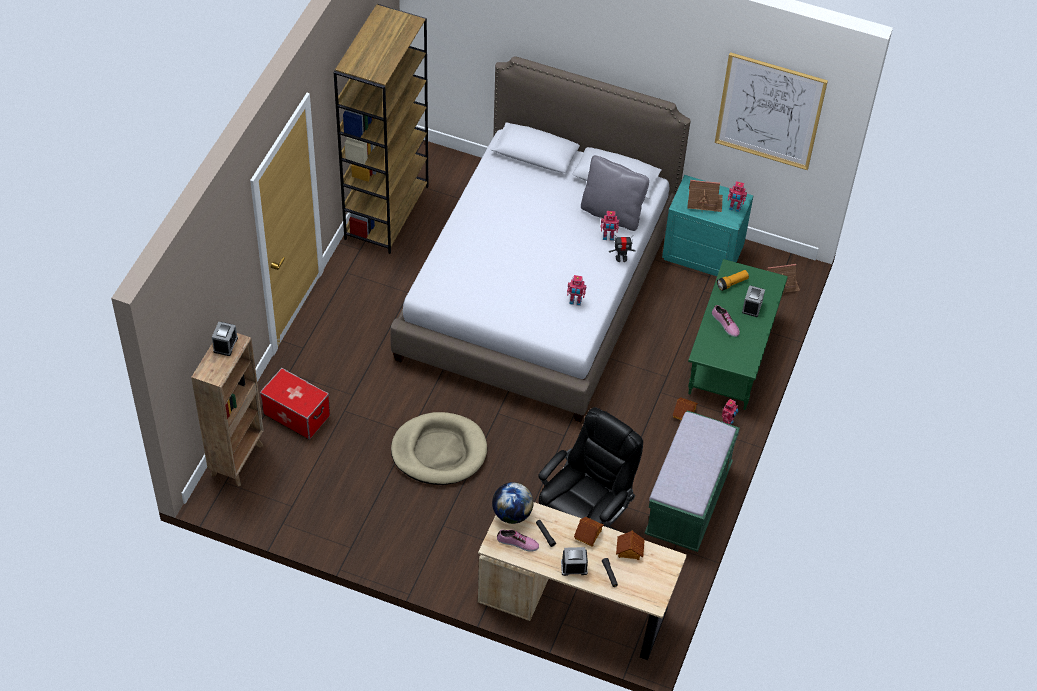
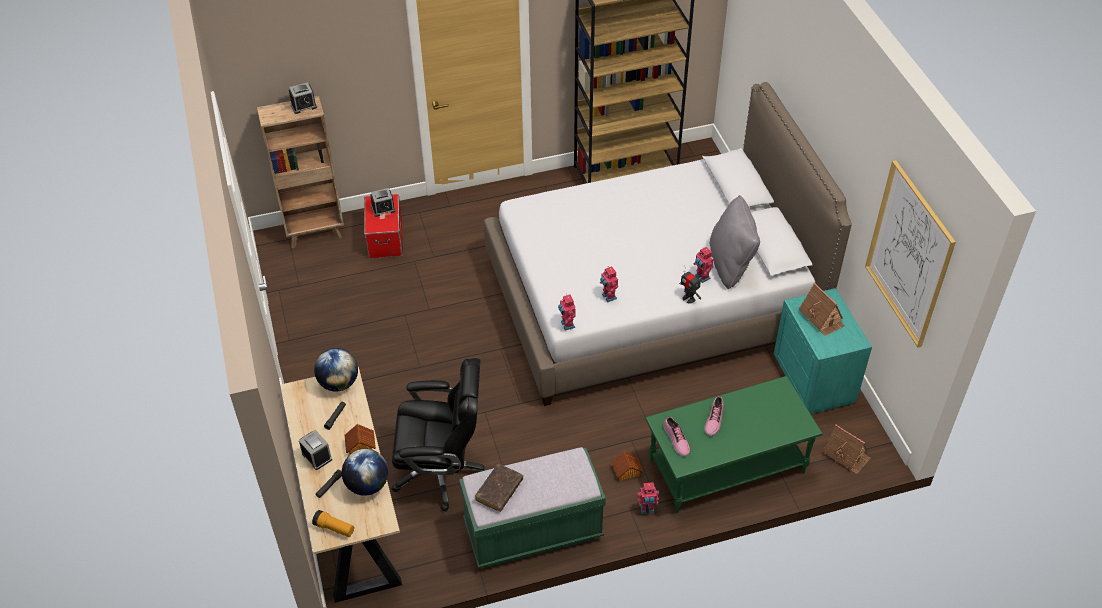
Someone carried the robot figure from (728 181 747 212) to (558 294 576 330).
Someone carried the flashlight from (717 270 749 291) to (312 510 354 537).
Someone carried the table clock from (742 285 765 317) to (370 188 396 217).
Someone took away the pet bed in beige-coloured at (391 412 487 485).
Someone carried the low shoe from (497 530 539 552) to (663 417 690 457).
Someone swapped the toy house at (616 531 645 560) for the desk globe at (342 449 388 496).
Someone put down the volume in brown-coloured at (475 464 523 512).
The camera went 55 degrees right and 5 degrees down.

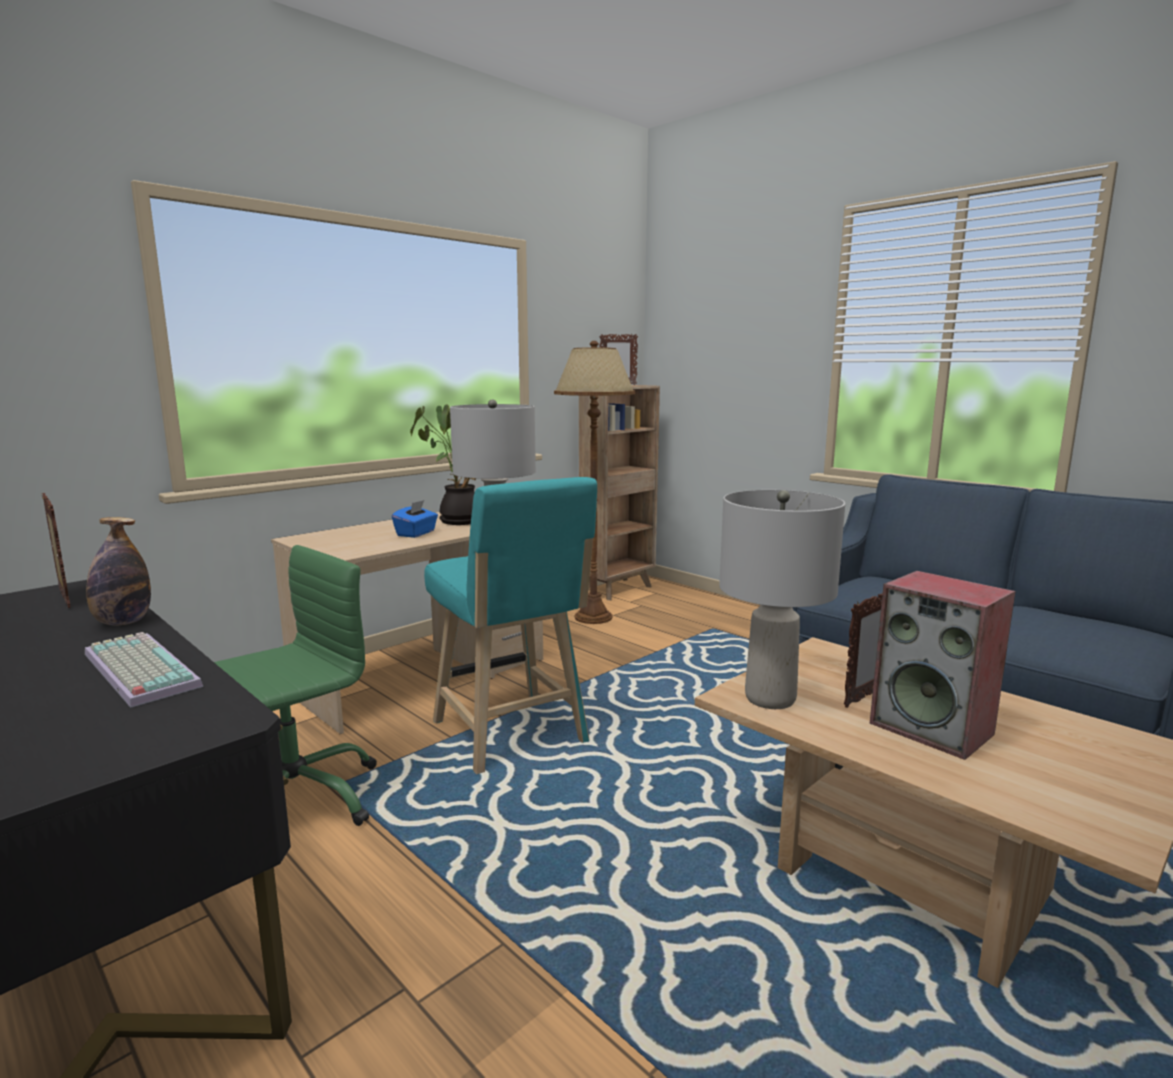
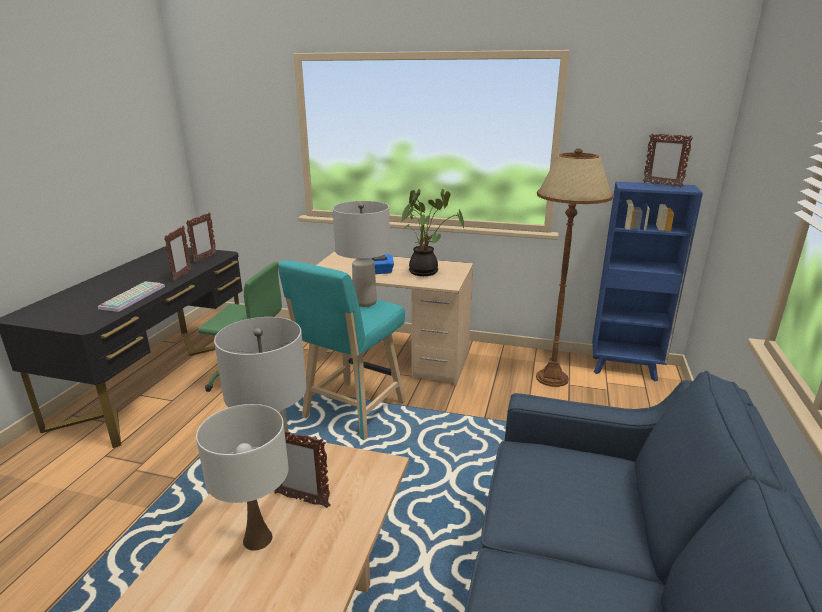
Someone repainted the shelving unit in brown-coloured at (579 385 660 600), which became the shelving unit in blue-coloured at (592 182 703 381).
Someone swapped the drink bottle at (86 517 151 625) for the photo frame at (164 226 191 282).
Someone swapped the loudspeaker at (870 571 1016 760) for the table lamp in white-coloured at (196 404 289 551).
The camera went 60 degrees right and 10 degrees up.

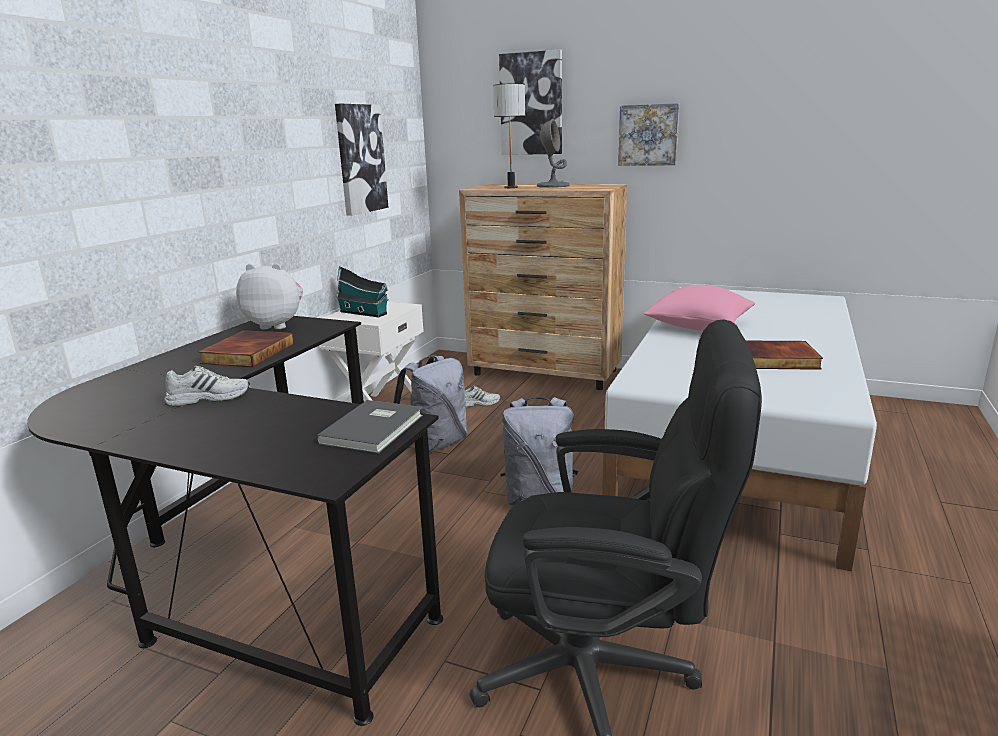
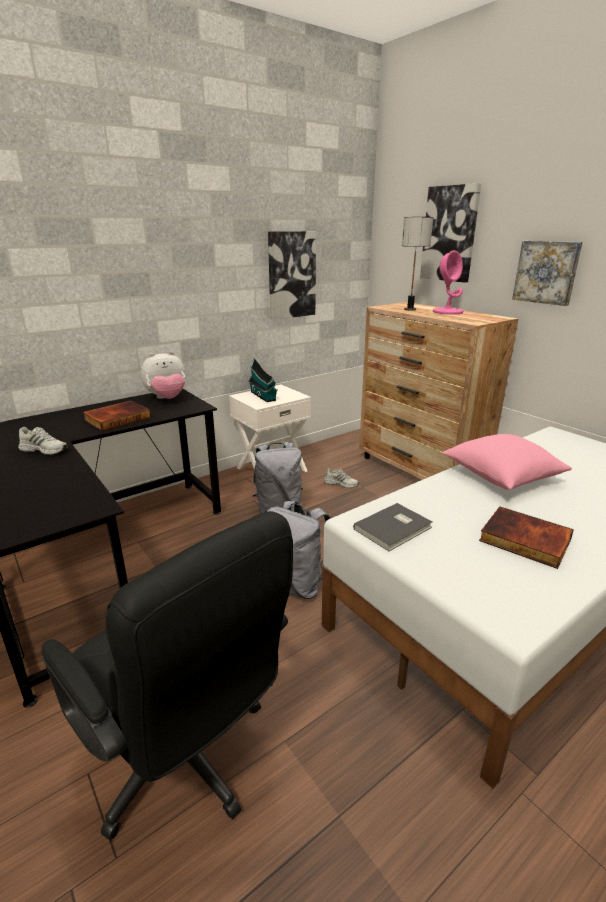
Someone repainted the table lamp in greyish at (537 119 570 188), which became the table lamp in pink at (433 250 463 315).
Someone rotated the cuddly toy at (236 263 303 329) by 120 degrees clockwise.
Someone carried the volume in greyish from (317 400 423 454) to (353 503 432 551).
The camera went 30 degrees right and 5 degrees up.

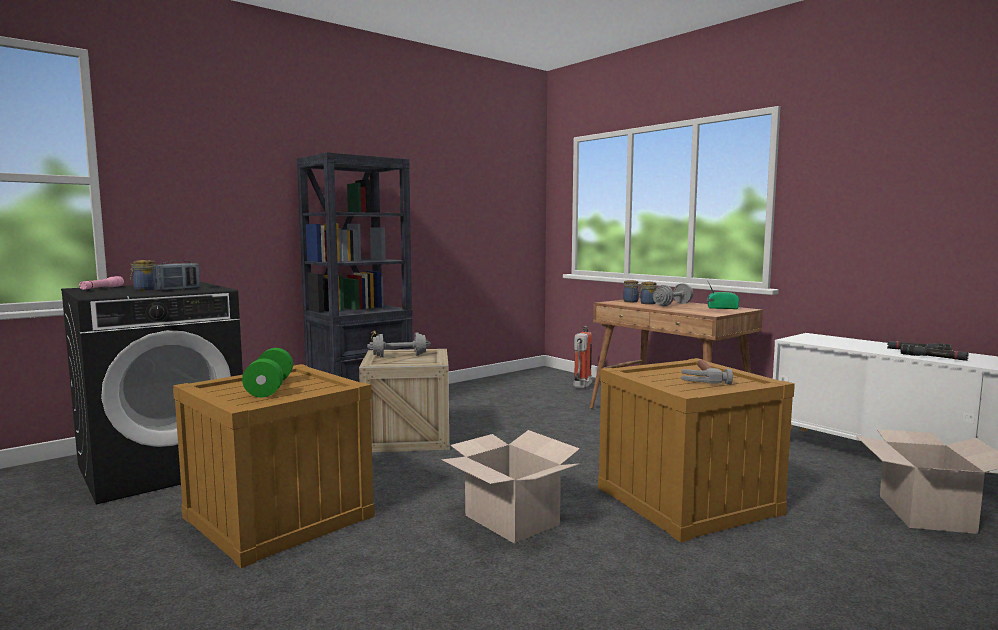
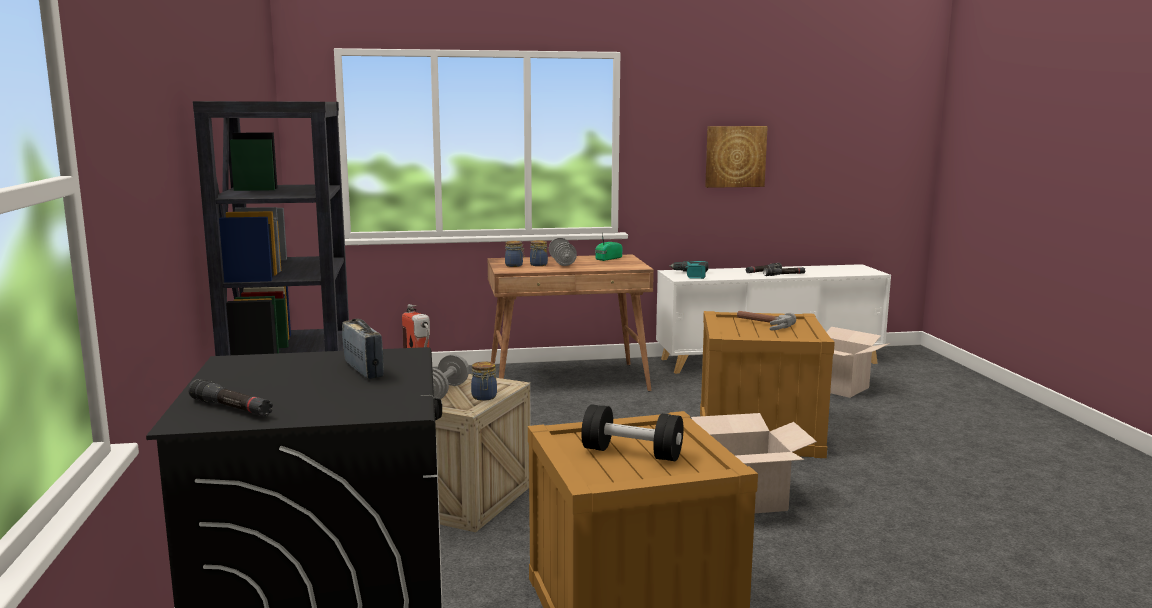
Someone carried the preserve jar from (130 260 155 290) to (471 361 497 401).
Someone repainted the flashlight in pink at (79 276 124 290), which became the flashlight in black-coloured at (188 379 273 416).
Someone repainted the hand weight in green at (242 348 293 397), which became the hand weight in black-coloured at (581 404 683 461).
Someone put up the wall picture at (705 126 768 188).
Someone put down the electric drill at (669 261 709 279).
The camera went 60 degrees left and 5 degrees up.

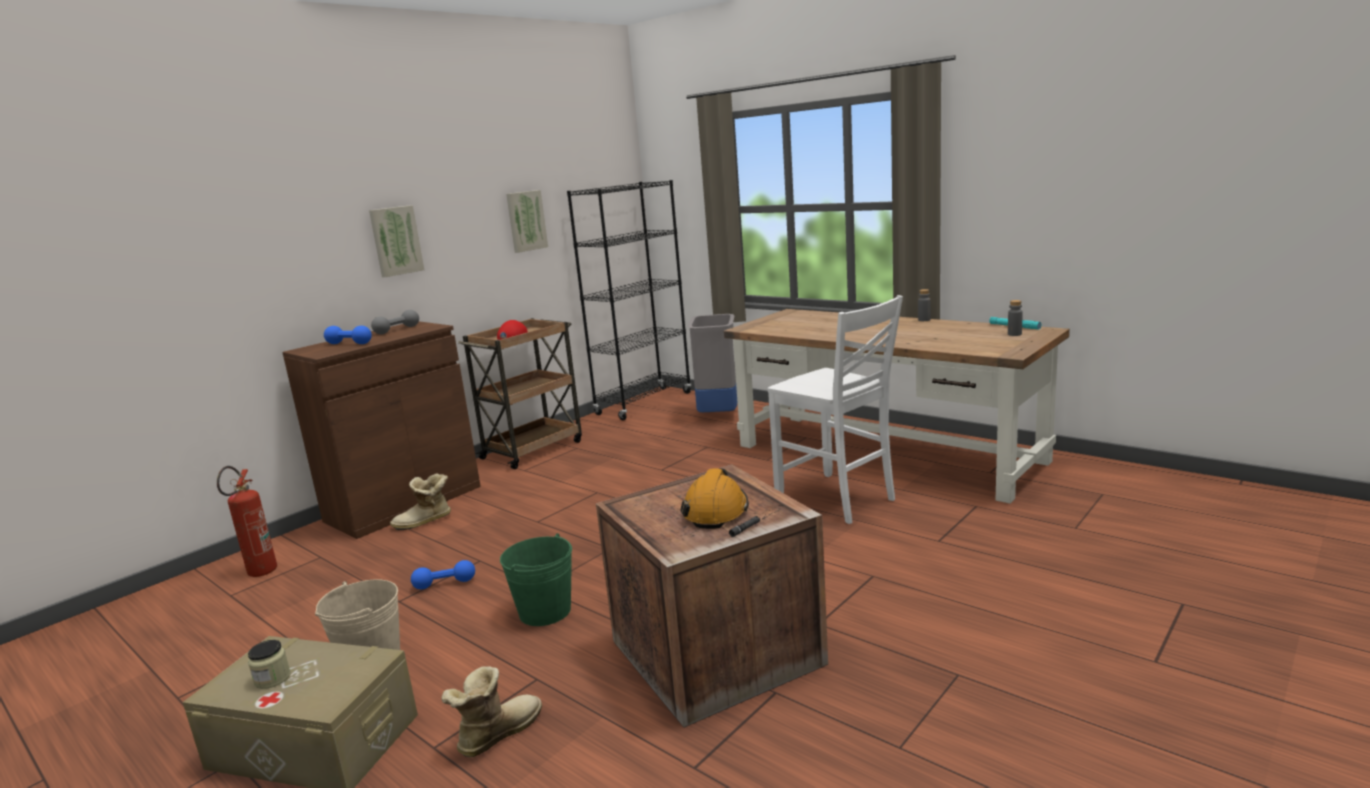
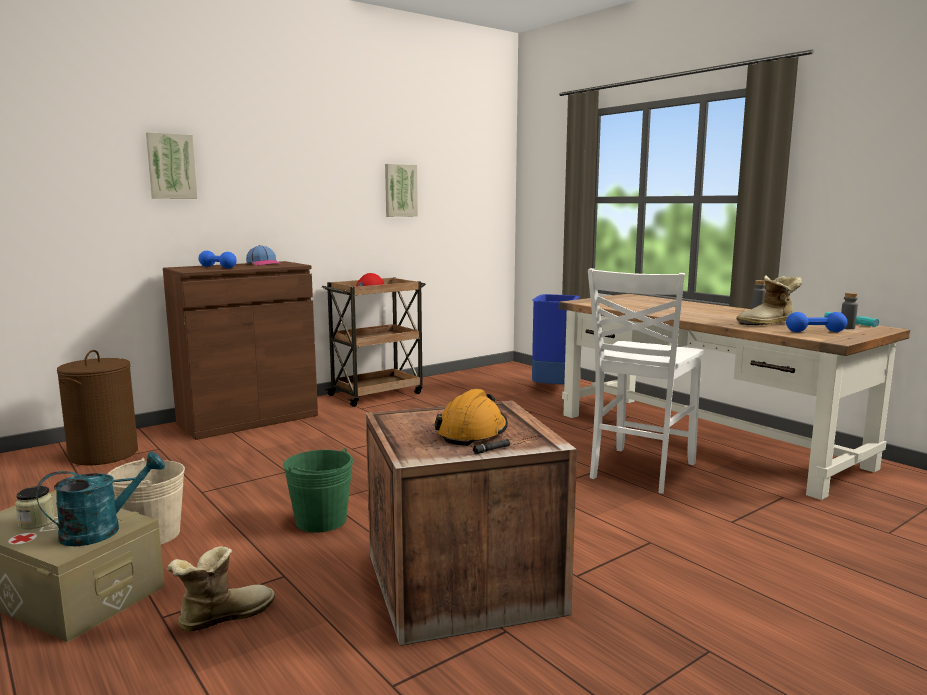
Someone took away the shelving unit in black-coloured at (567 180 691 420).
Someone carried the wall picture from (369 205 424 277) to (146 132 197 199).
Someone rotated the upright chair in white-coloured at (768 295 903 524) by 60 degrees clockwise.
Someone swapped the hand weight in greyish at (371 310 419 334) for the baseball cap at (246 245 281 266).
Someone repainted the waste bin in greyish at (688 314 737 412), which became the waste bin in blue-coloured at (532 294 580 385).
Someone swapped the extinguisher at (217 466 277 577) for the hamper in brown-coloured at (57 350 138 465).
Someone carried the boot from (390 473 451 530) to (736 275 802 325).
Someone carried the hand weight in blue-coloured from (411 560 475 589) to (786 312 848 332).
Someone put down the sprinkling can in blue-green at (36 452 165 546).
The camera went 10 degrees right and 5 degrees down.

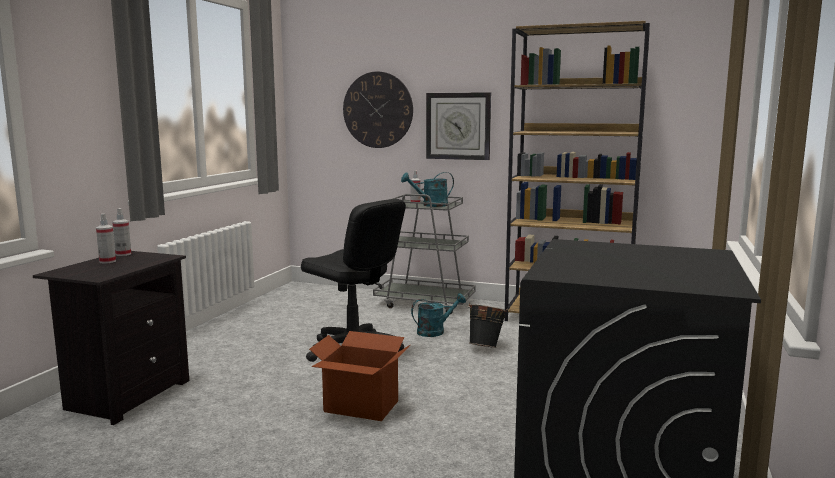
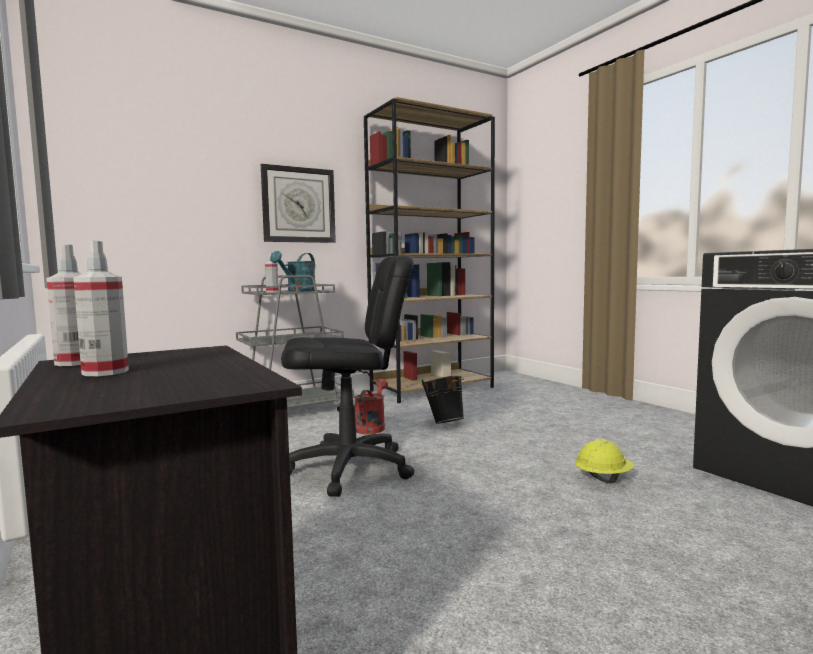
Someone took away the clock on the wall at (343 71 413 148).
Someone repainted the sprinkling can in blue-green at (411 293 466 337), which became the sprinkling can in reddish at (354 379 388 434).
Someone took away the packing box at (309 331 410 421).
Someone put down the safety helmet in yellowish at (575 439 634 483).
The camera went 50 degrees left and 5 degrees down.

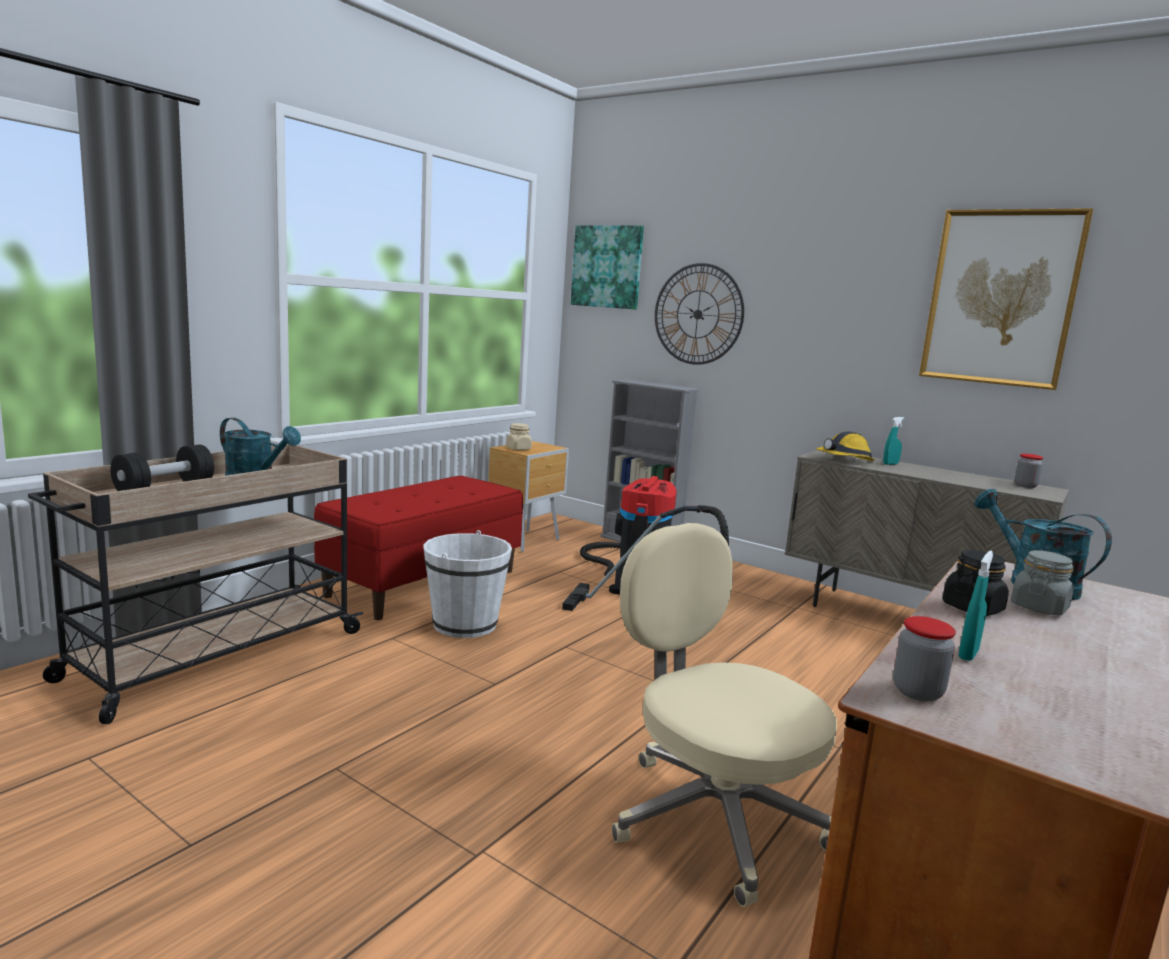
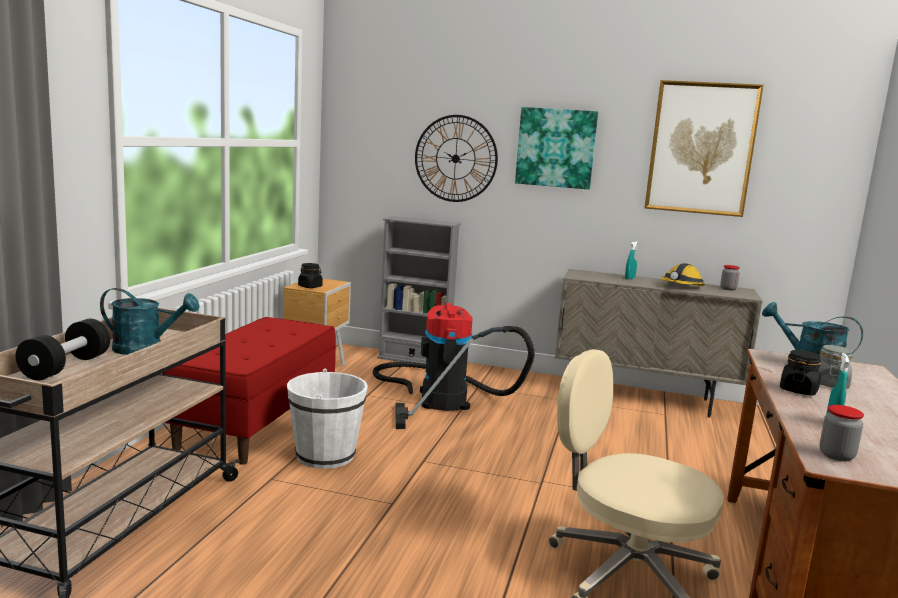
Someone carried the wall picture from (571 225 644 309) to (515 107 598 189).
Someone repainted the preserve jar in beige-coloured at (506 423 532 450), which became the preserve jar in black-coloured at (298 263 323 288).
Someone carried the safety helmet from (816 431 875 461) to (662 263 706 286).
The camera went 20 degrees left and 0 degrees up.

